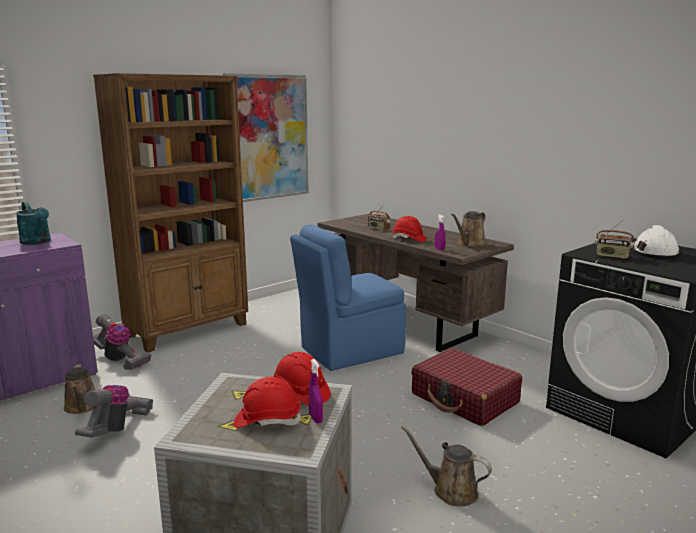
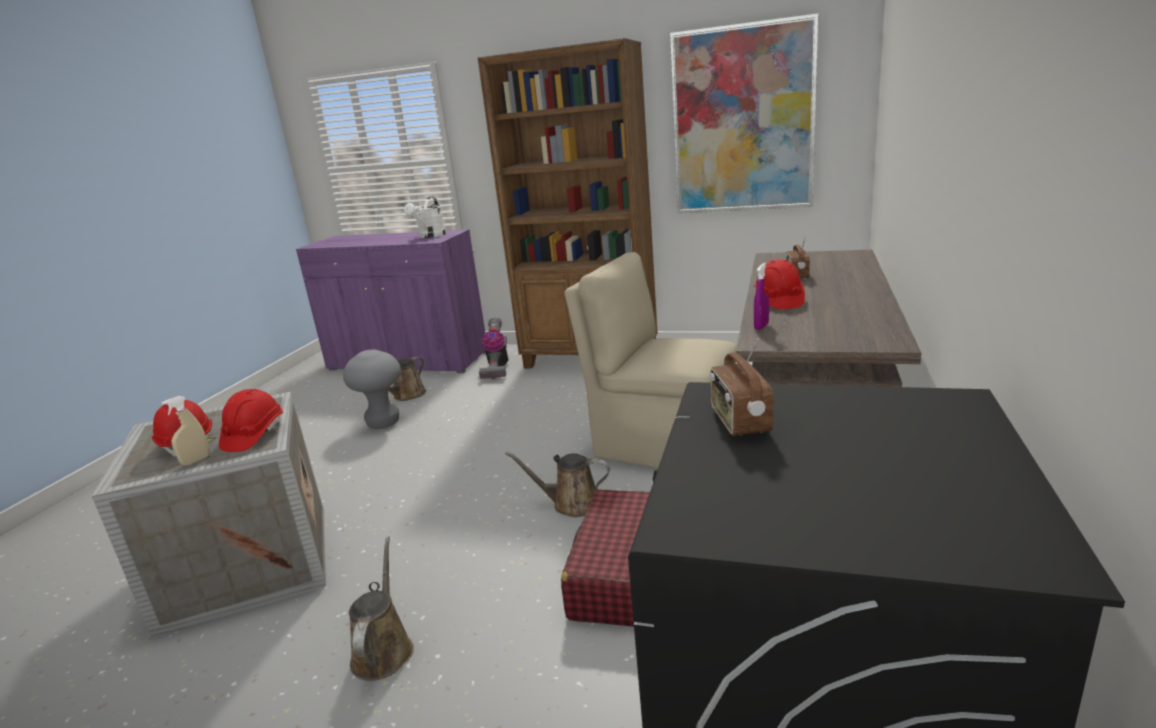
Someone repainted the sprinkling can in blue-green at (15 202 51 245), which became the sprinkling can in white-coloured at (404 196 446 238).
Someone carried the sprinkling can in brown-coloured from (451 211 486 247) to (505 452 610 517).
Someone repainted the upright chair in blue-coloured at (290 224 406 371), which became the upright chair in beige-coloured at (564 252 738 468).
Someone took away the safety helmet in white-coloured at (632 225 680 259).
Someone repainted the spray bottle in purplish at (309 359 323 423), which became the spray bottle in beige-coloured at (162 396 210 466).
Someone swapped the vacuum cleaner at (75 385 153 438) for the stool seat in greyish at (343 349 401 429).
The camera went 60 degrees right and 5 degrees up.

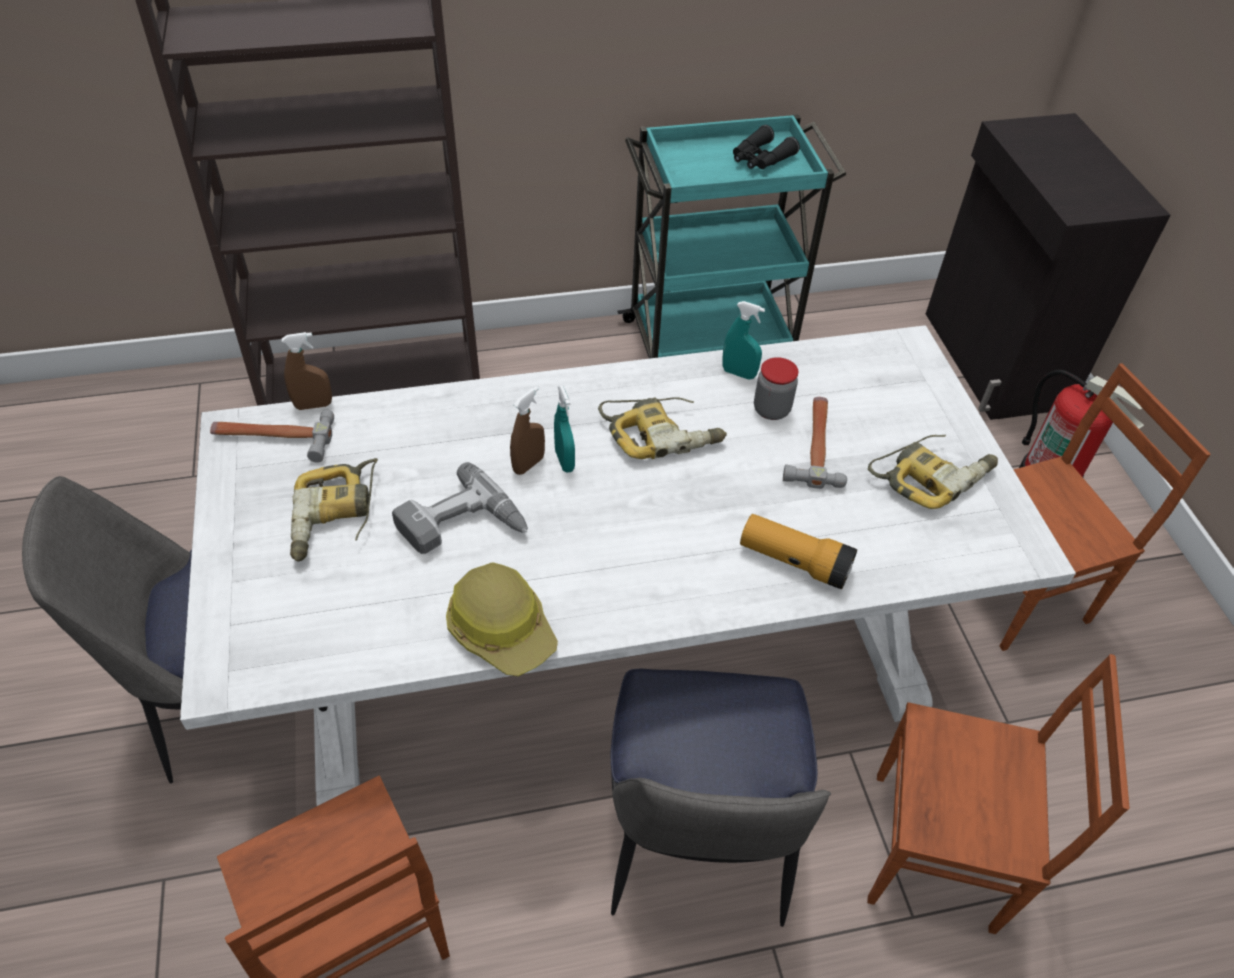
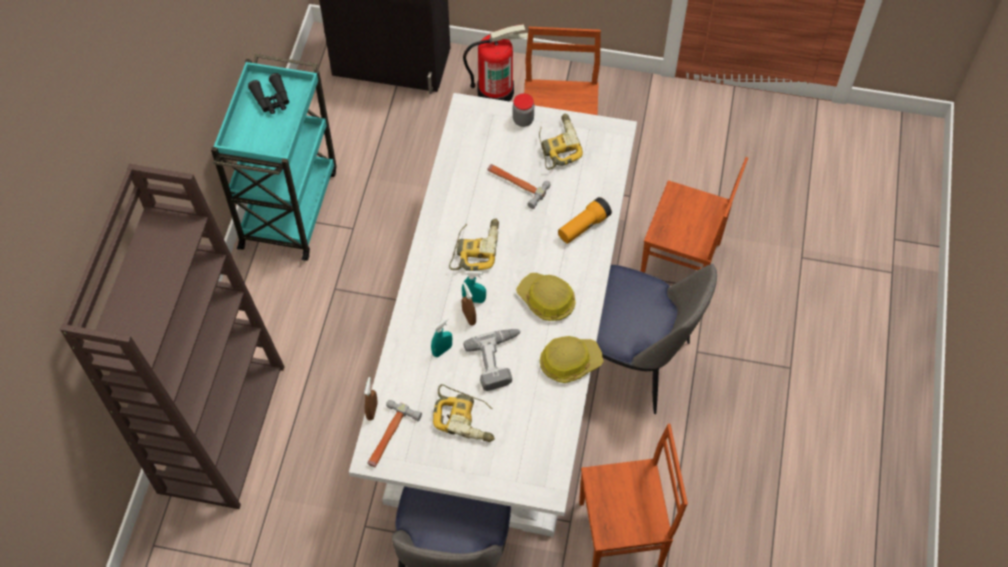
Someone carried the spray bottle in blue-green from (723 301 765 379) to (431 318 452 357).
Someone carried the preserve jar from (754 357 798 420) to (513 93 534 127).
Someone rotated the upright chair in brown-coloured at (867 654 1130 934) by 75 degrees clockwise.
Someone put down the safety helmet at (516 273 576 321).
The camera went 65 degrees left and 10 degrees up.

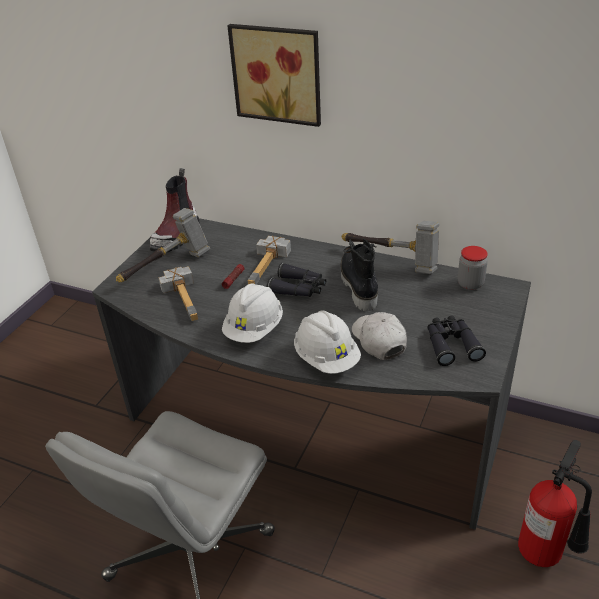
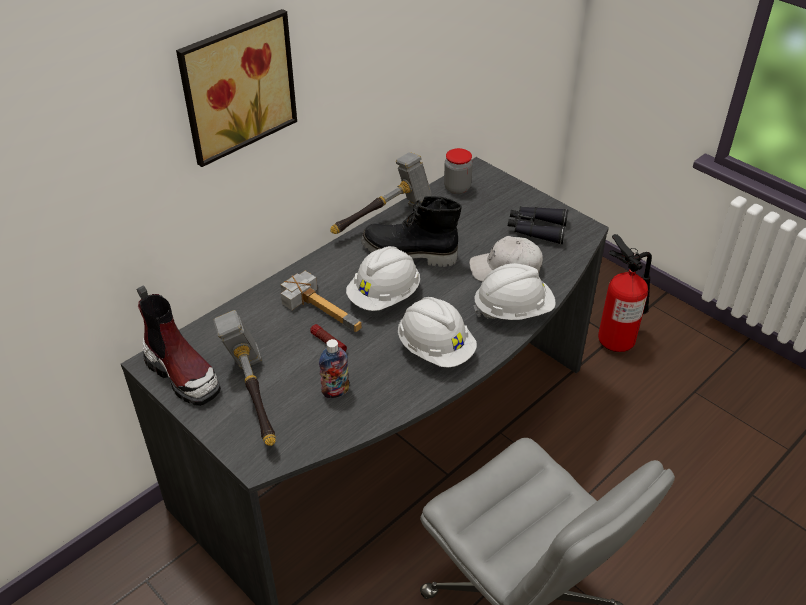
Someone swapped the binoculars in black-coloured at (267 263 326 297) for the safety helmet in white-coloured at (346 246 420 311).
Someone swapped the hammer at (158 266 198 321) for the drink bottle at (319 339 349 398).
The camera went 70 degrees left and 5 degrees up.

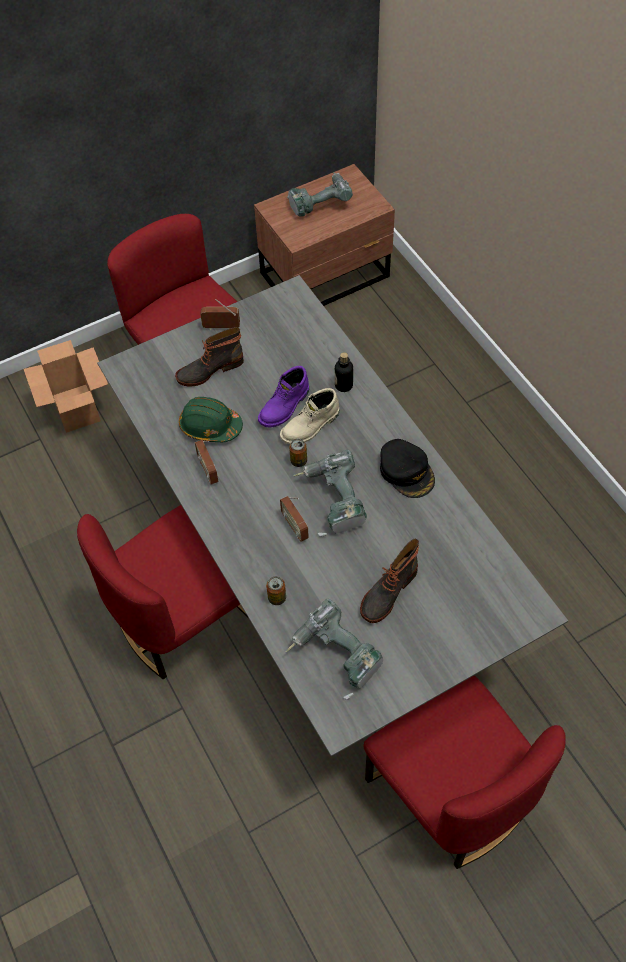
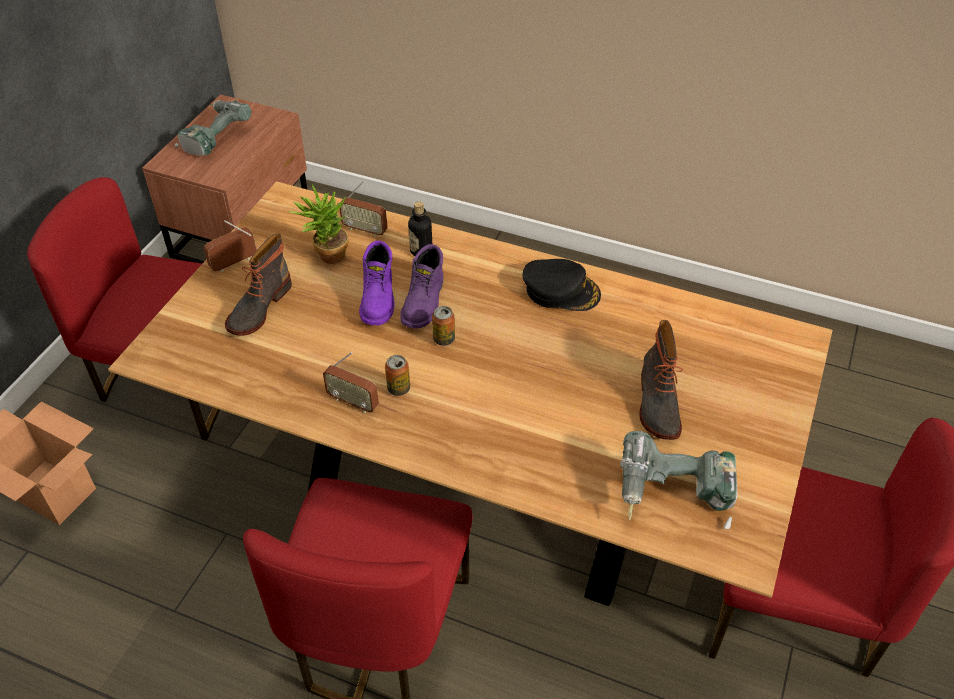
Someone repainted the dinner table in greyish at (97 275 568 756), which became the dinner table in brown-coloured at (108 181 833 606).
Someone repainted the boot in beige-coloured at (280 388 339 444), which became the boot in purplish at (400 244 443 329).
Someone took away the safety helmet in green at (179 397 243 442).
Someone took away the electric drill at (293 450 367 537).
Someone carried the radio set from (280 496 309 542) to (340 180 388 237).
Someone carried the sealed can from (266 576 286 605) to (385 355 410 396).
Someone put down the houseplant at (288 184 349 264).
The camera went 40 degrees left and 10 degrees down.

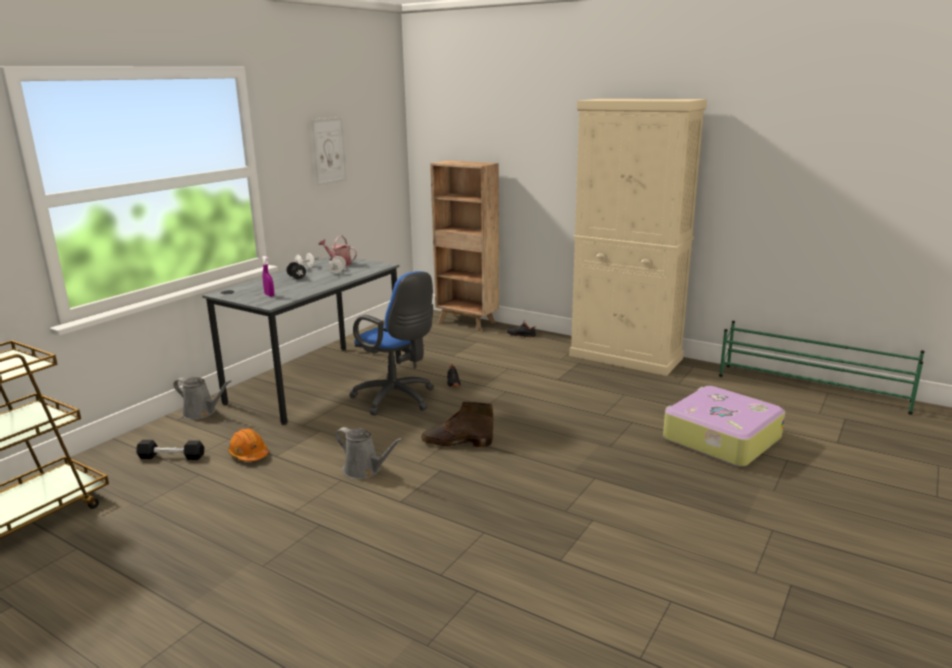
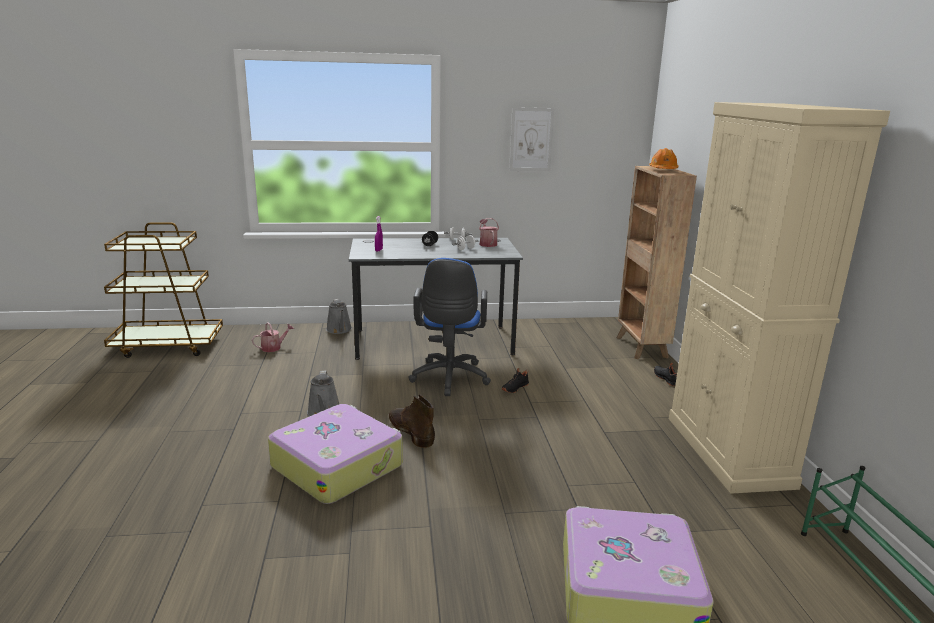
Someone carried the safety helmet in orange-coloured from (228 428 269 461) to (649 148 679 169).
Someone swapped the hand weight in black-coloured at (136 440 204 460) for the sprinkling can at (252 322 294 352).
Someone put down the travel case at (268 404 403 504).
The camera went 50 degrees right and 0 degrees up.

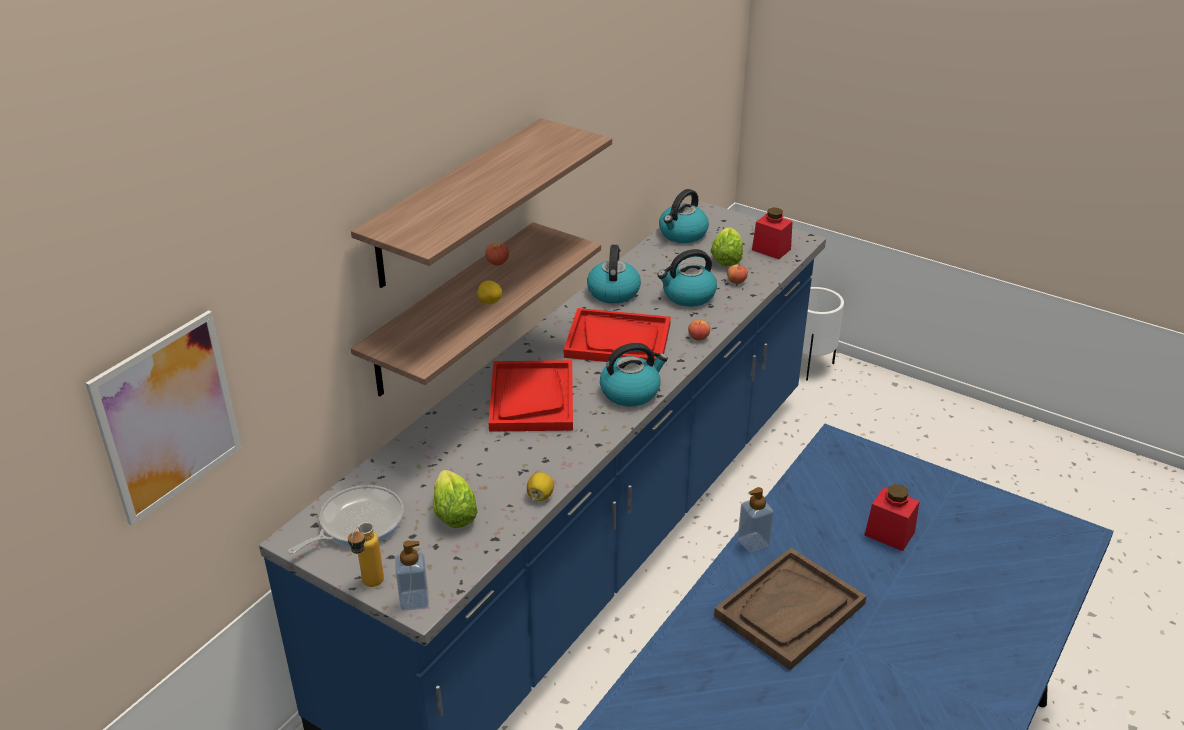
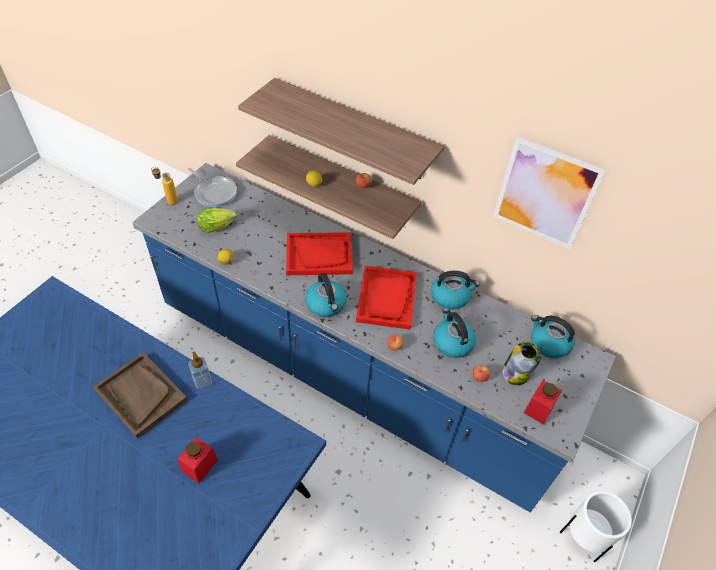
Someone swapped the lettuce at (710 227 743 266) for the preserve jar at (502 342 541 385).
Someone carried the wall picture from (85 310 242 526) to (493 136 606 249).
Someone took away the soap bottle at (395 541 429 611).
The camera went 85 degrees right and 15 degrees up.

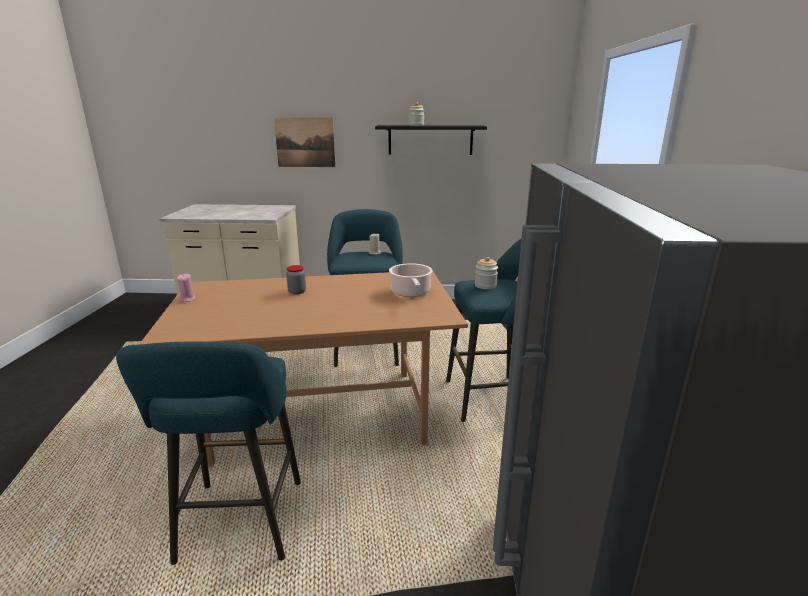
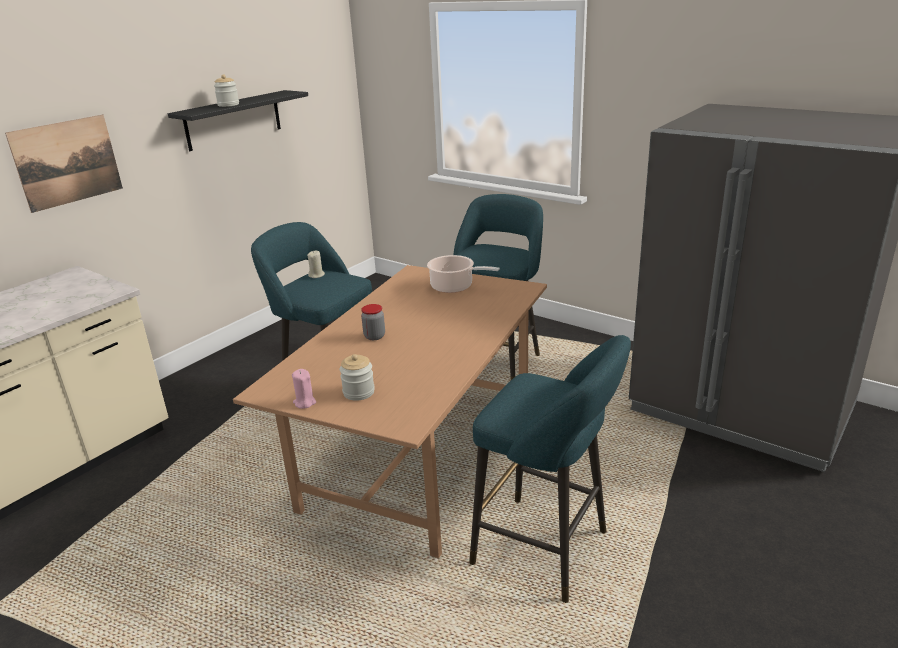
Someone carried the preserve jar from (475 257 498 289) to (340 354 375 401).
The camera went 55 degrees left and 5 degrees up.

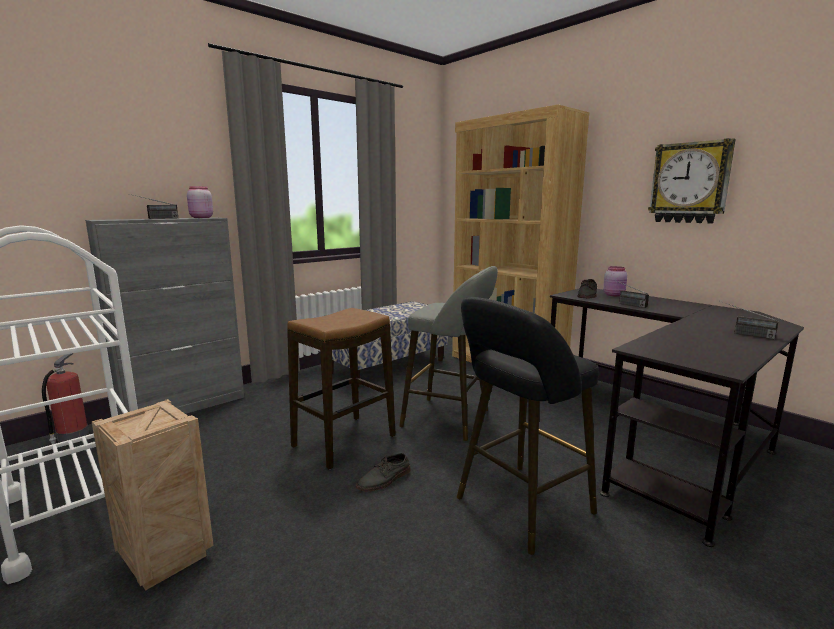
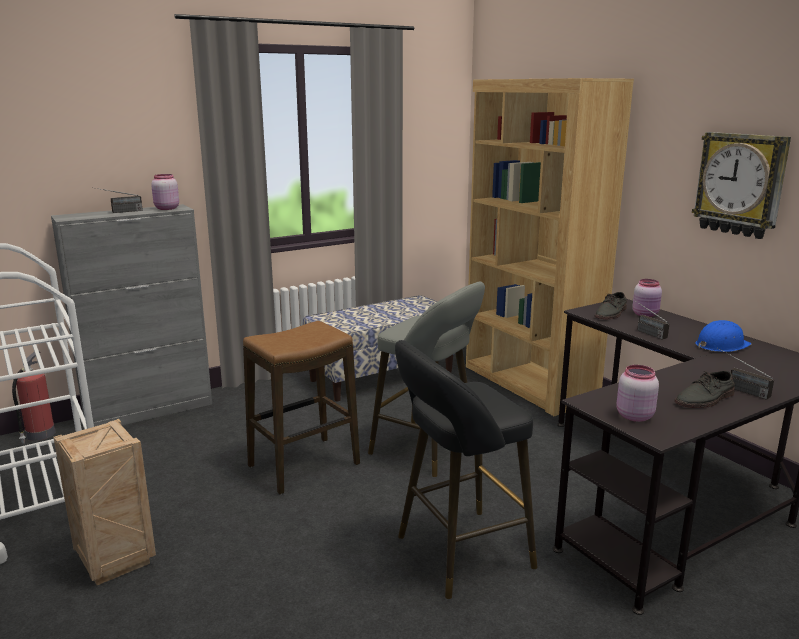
Someone carried the low shoe in greyish from (356 453 411 491) to (674 371 735 408).
Someone put down the safety helmet in blue-coloured at (696 320 752 352).
Someone put down the preserve jar in pink at (616 365 659 422).
The camera went 10 degrees right and 5 degrees up.

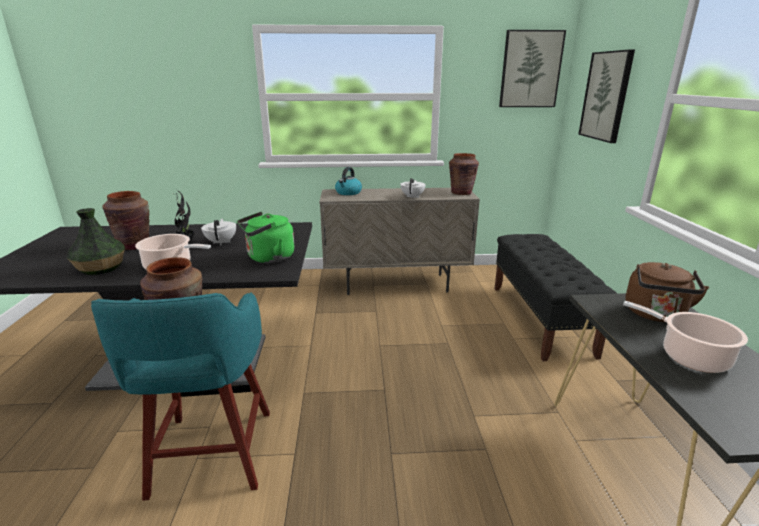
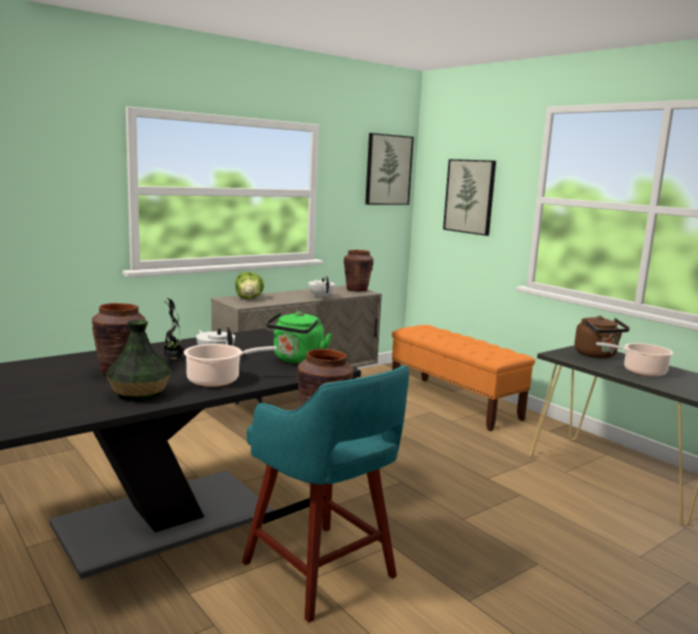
Someone swapped the water kettle at (335 167 362 195) for the lettuce at (235 272 264 299).
Someone repainted the long seat in black-coloured at (494 234 617 361), which became the long seat in orange-coloured at (392 325 535 431).
The camera went 35 degrees left and 10 degrees down.

